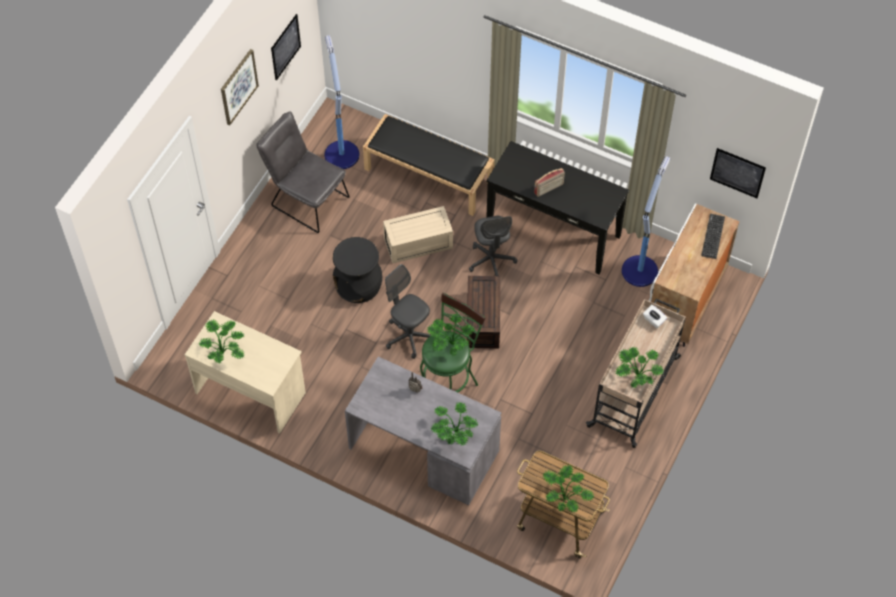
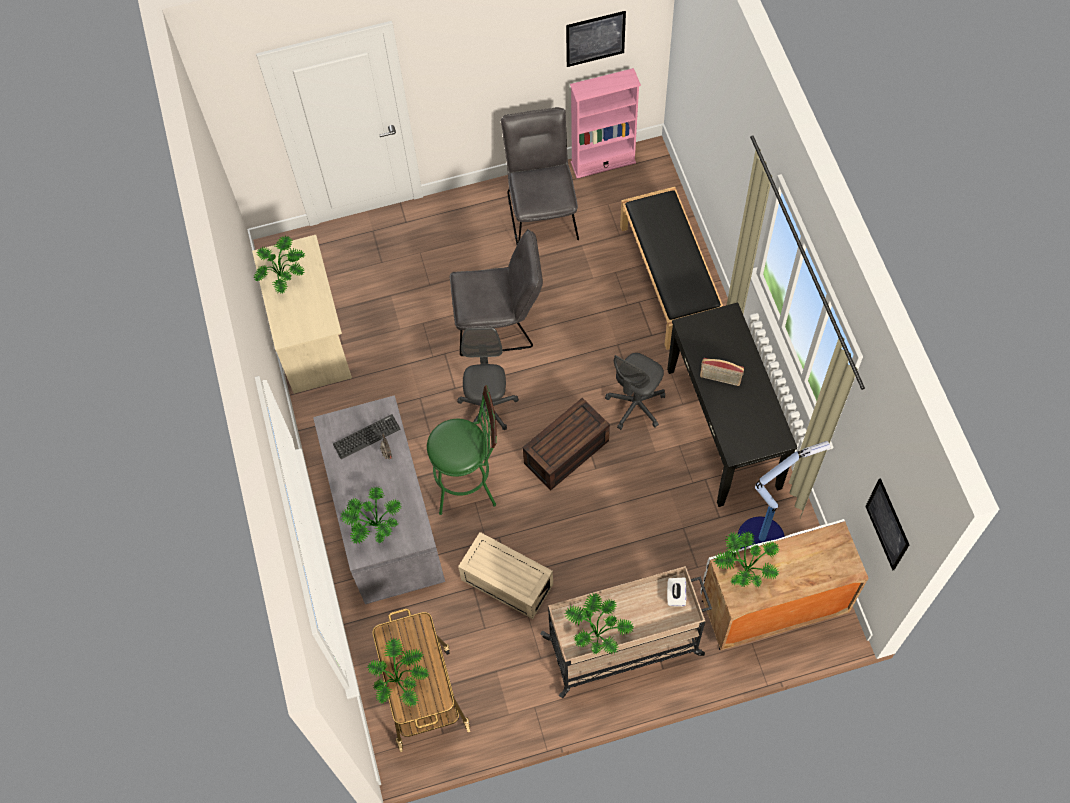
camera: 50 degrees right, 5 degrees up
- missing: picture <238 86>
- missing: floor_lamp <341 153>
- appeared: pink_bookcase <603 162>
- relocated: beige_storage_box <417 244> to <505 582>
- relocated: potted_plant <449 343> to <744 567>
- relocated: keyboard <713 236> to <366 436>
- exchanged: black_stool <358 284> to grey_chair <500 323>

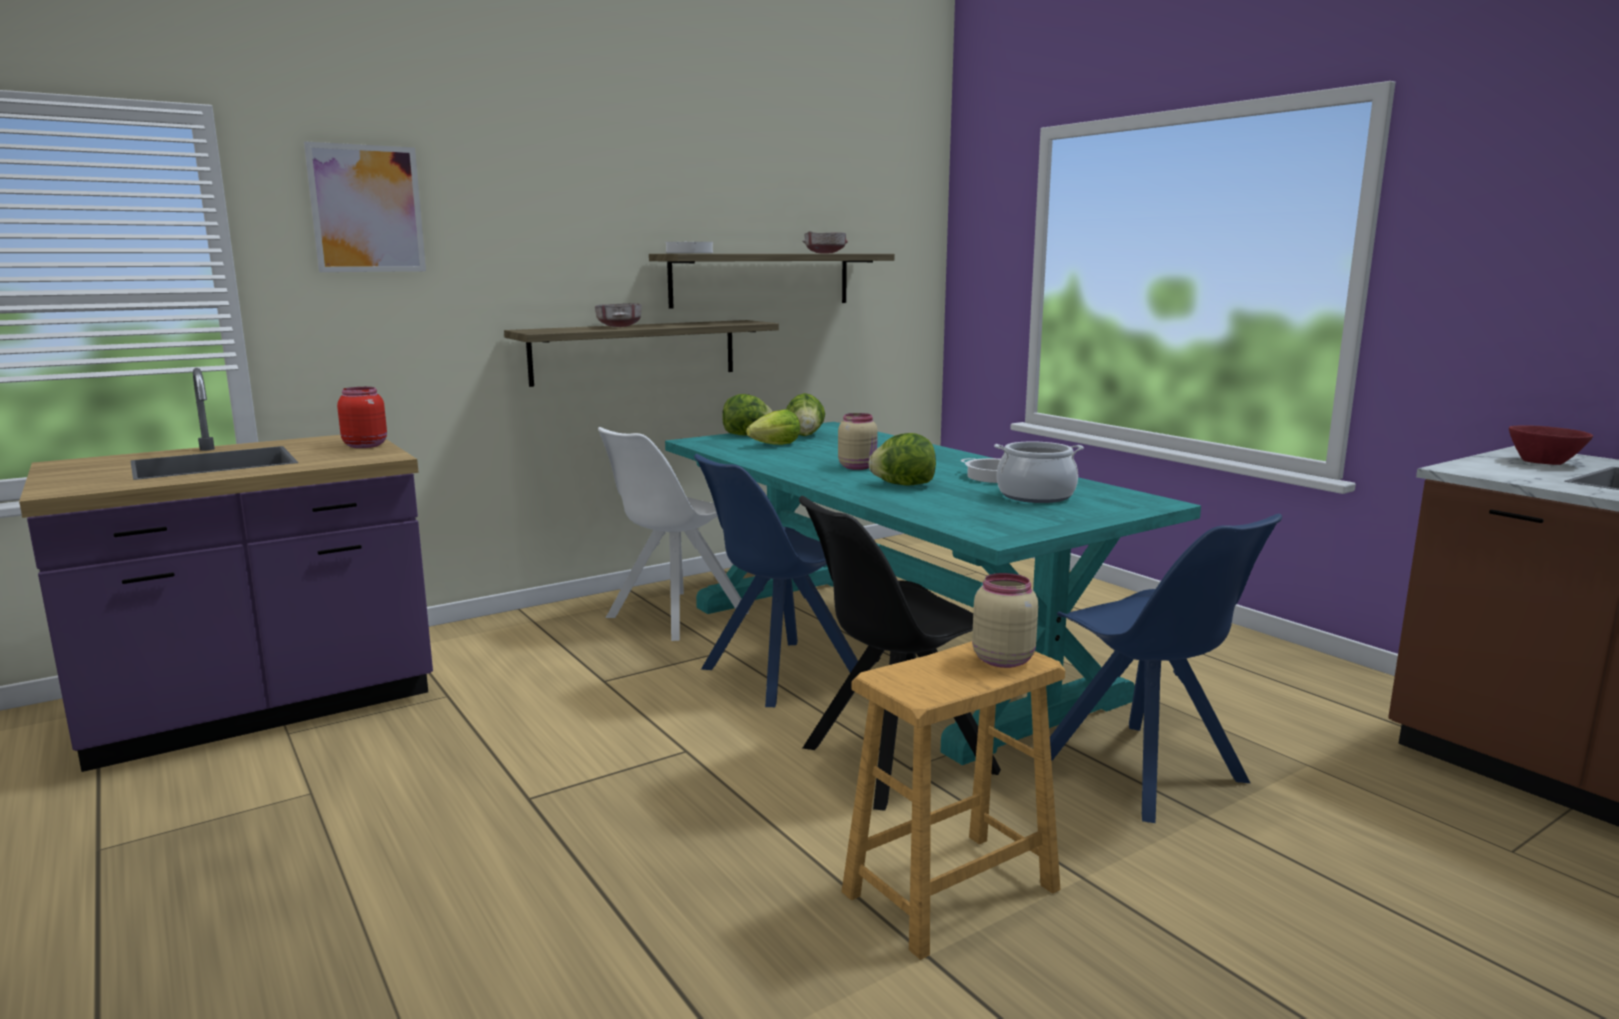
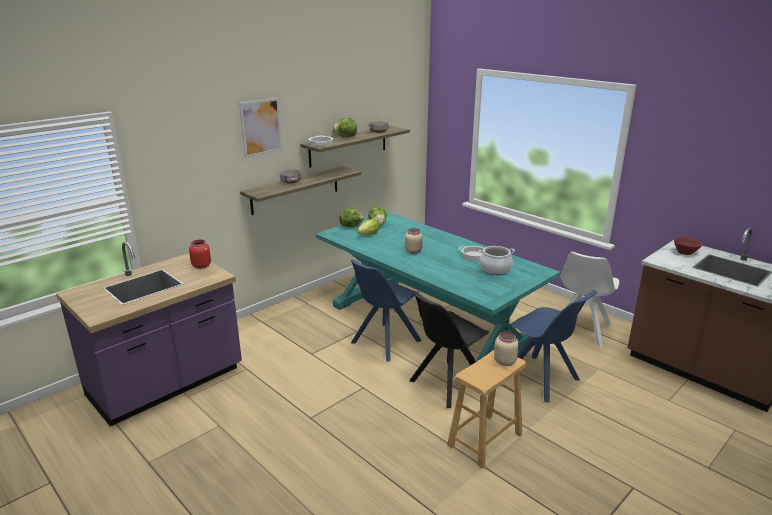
camera: 10 degrees left, 10 degrees up
- relocated: picture <367 209> to <261 127>
- relocated: white_chair <674 616> to <580 330>
- relocated: lettuce <903 485> to <345 137>

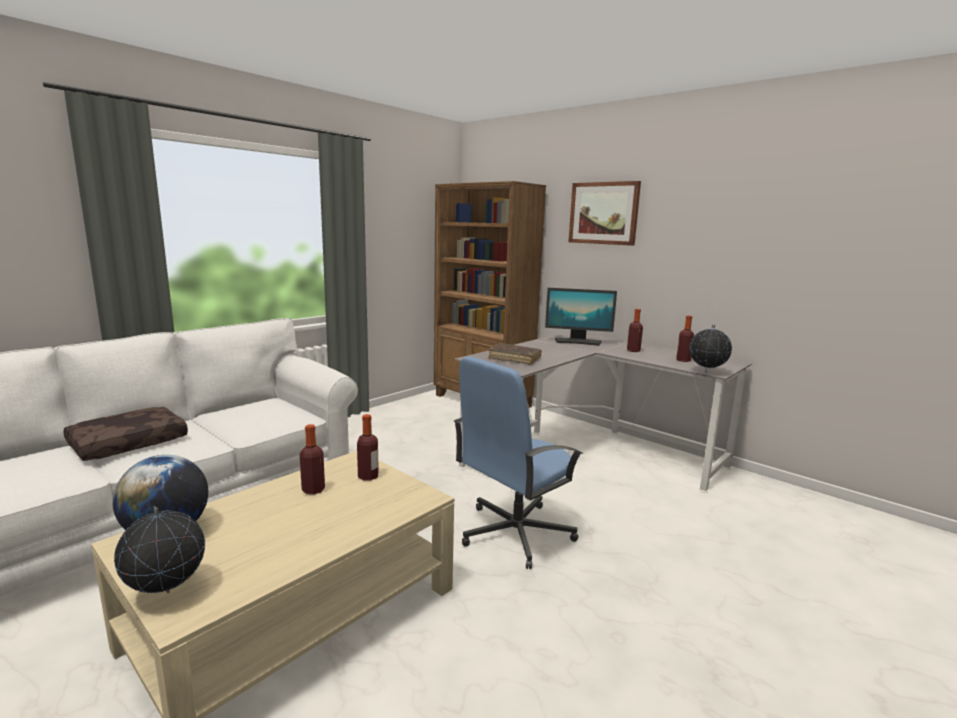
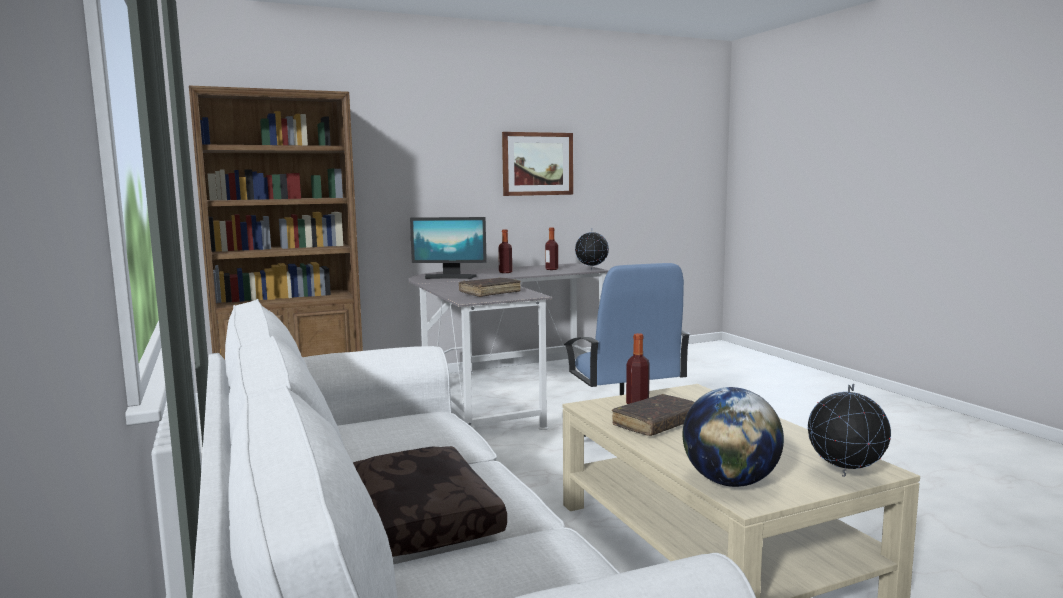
camera: 65 degrees left, 5 degrees down
- relocated: picture <603 213> to <537 164>
- exchanged: bottle <313 490> to brown_book <657 424>
- spun: monitor <577 342> = <450 277> 60 degrees clockwise

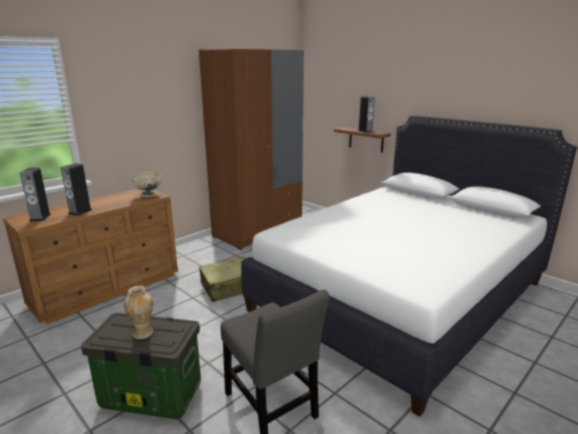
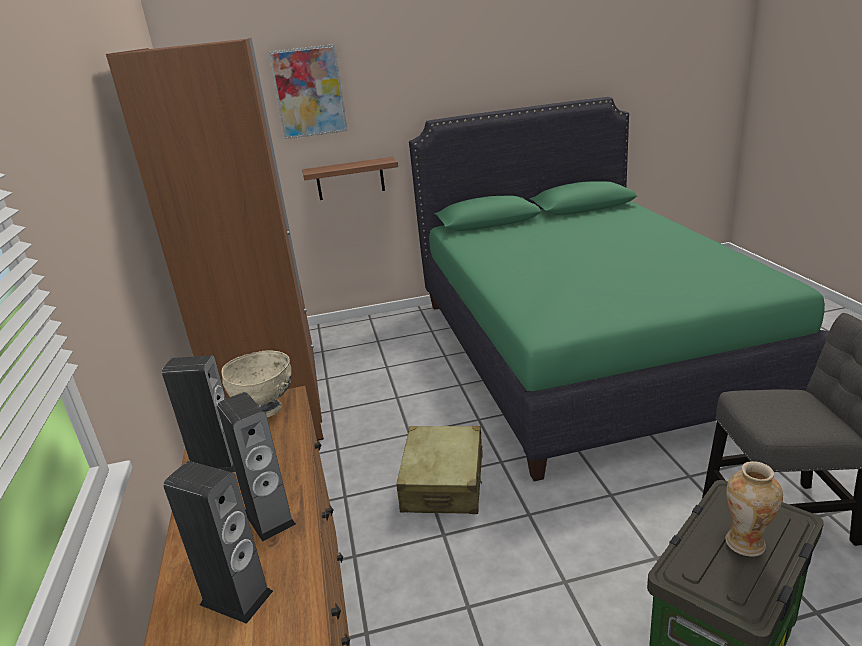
camera: 55 degrees left, 5 degrees up
- appeared: picture <309 92>
- relocated: speaker <365 131> to <217 463>
- colour: white_bed <401 295> to green_bed <584 349>

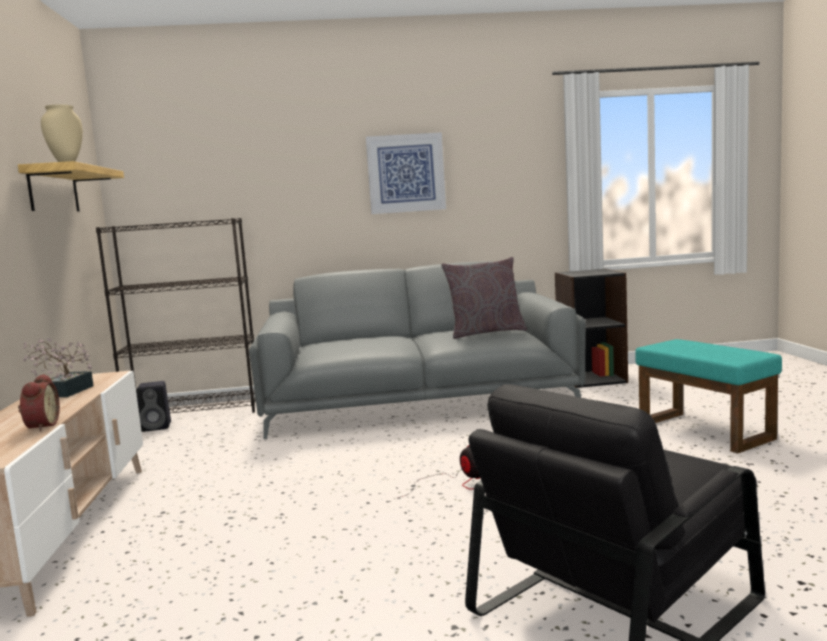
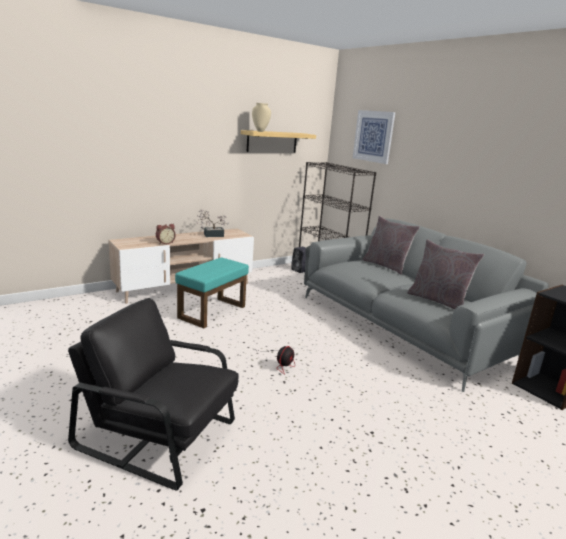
camera: 60 degrees right, 10 degrees up
- appeared: grey_pillow <386 266>
- relocated: picture <406 173> to <373 136>
- relocated: turquoise_ottoman <706 431> to <212 312>

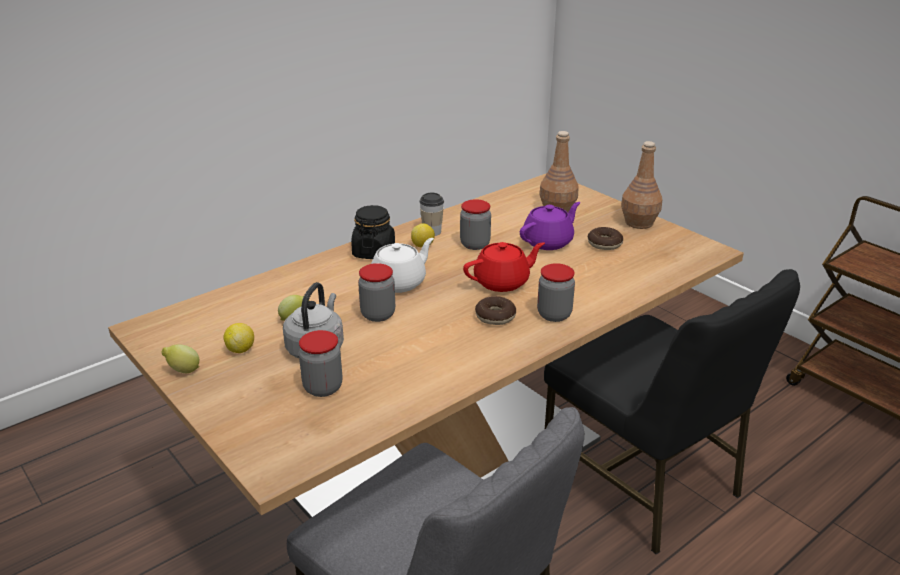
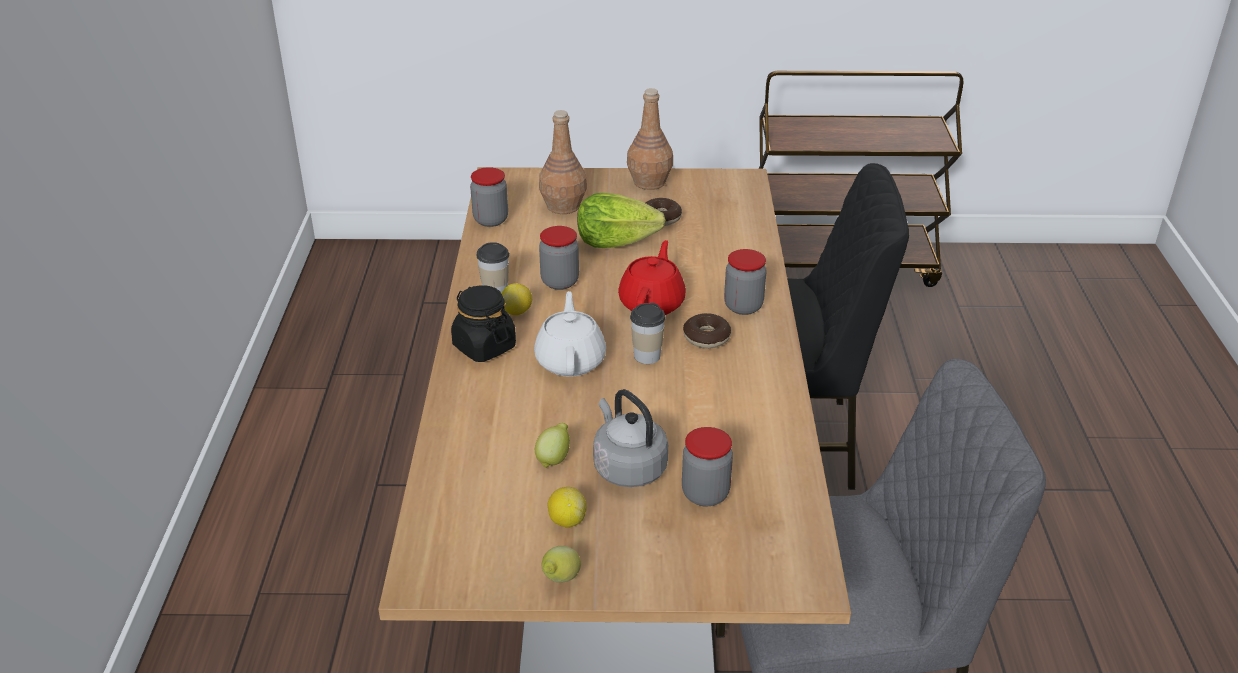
camera: 50 degrees left, 5 degrees up
- appeared: cup <647 356>
- relocated: jar <378 314> to <490 220>
- exchanged: purple_teapot <548 242> to lettuce <615 242>

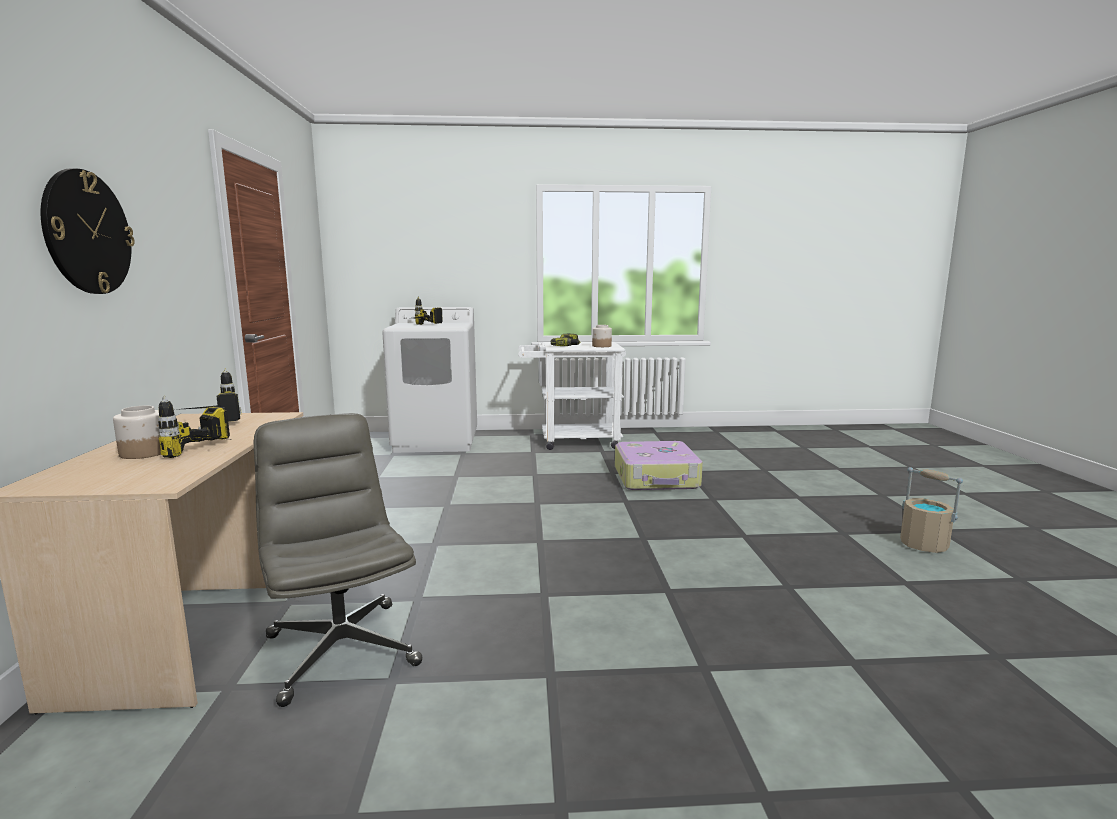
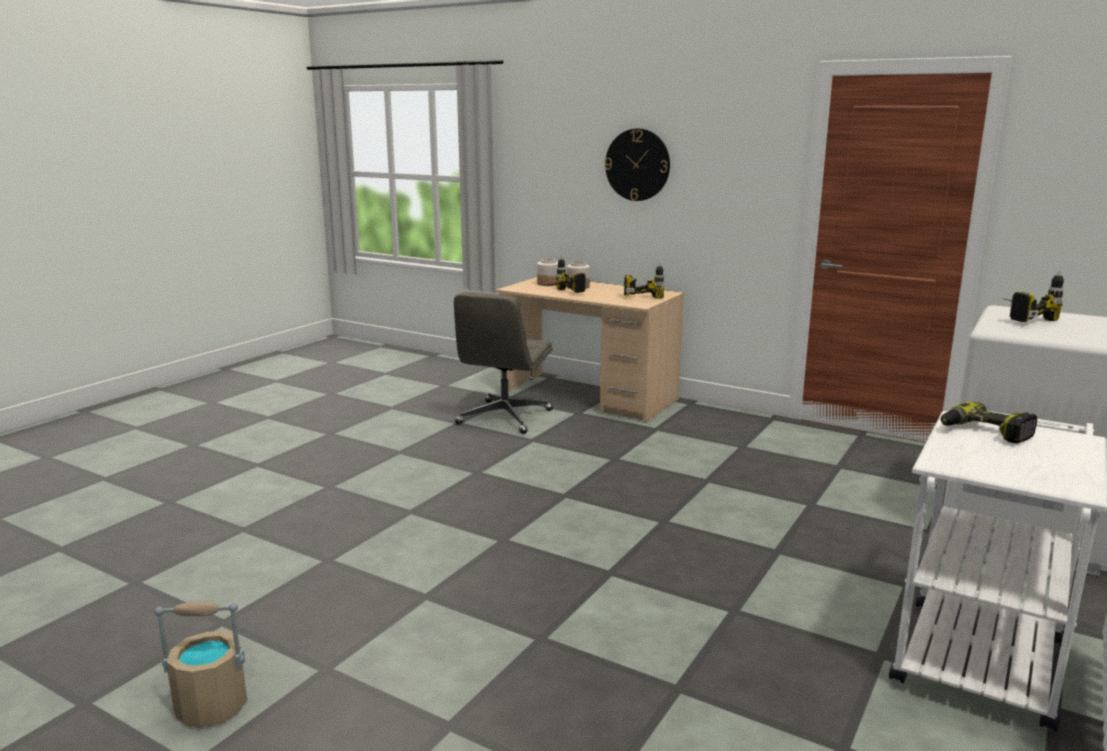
camera: 125 degrees right, 5 degrees up
- missing: suitcase <656 478>
- relocated: jar <601 346> to <548 284>
- spun: grey_office_chair <341 649> = <504 417> 105 degrees clockwise

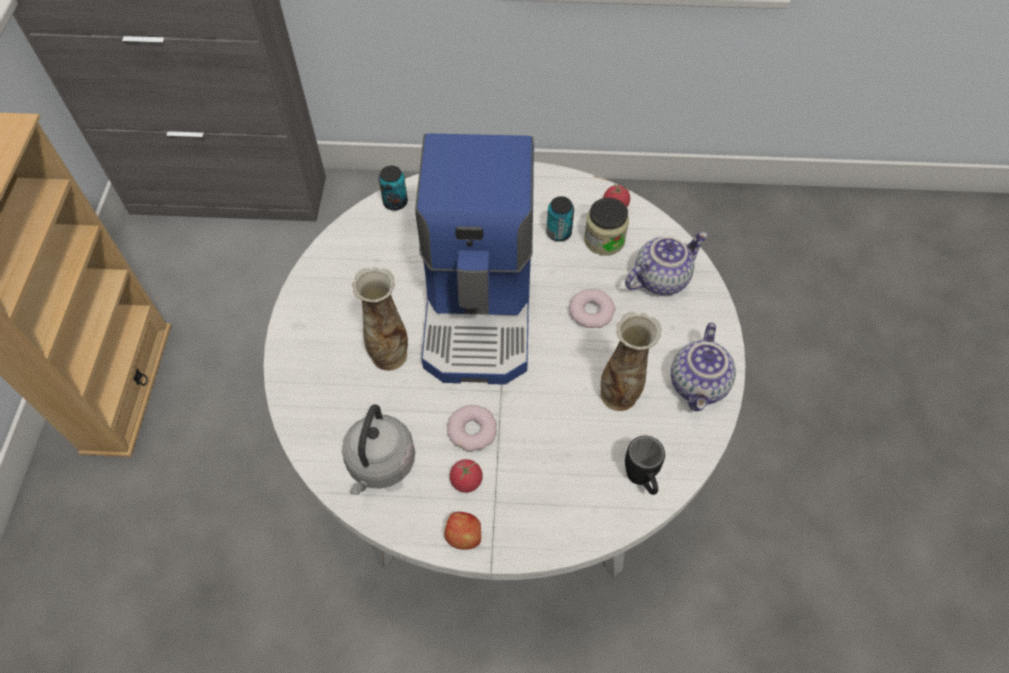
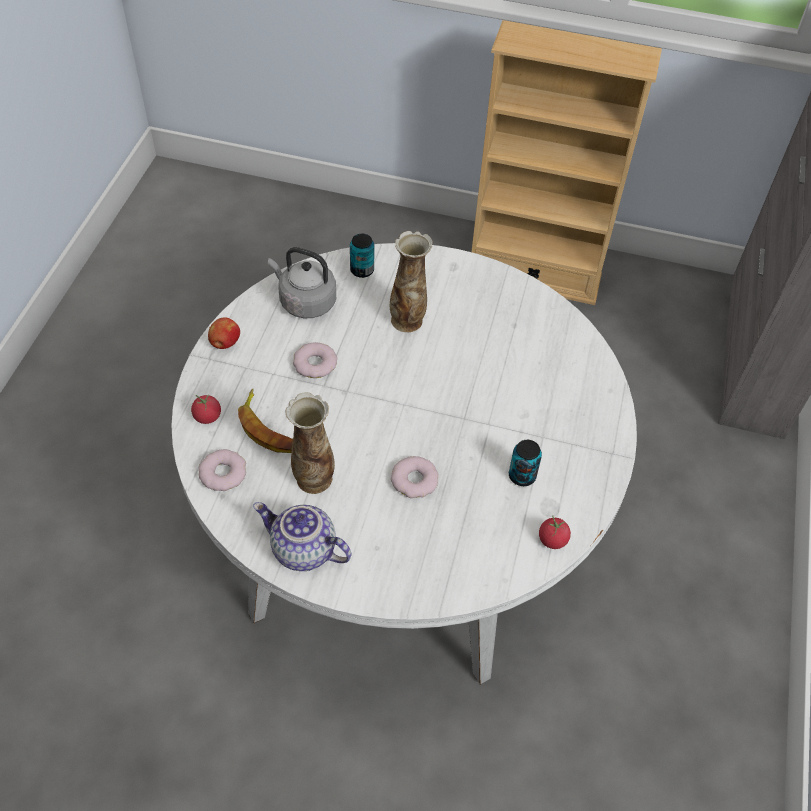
camera: 100 degrees right, 5 degrees down
- missing: coffee_machine <481 305>
- missing: jar <604 240>
- missing: teapot <660 278>
- appeared: banana <269 428>
- relocated: can <395 202> to <362 270>
- relocated: tomato <466 481> to <207 416>
- exchanged: black_mug <641 481> to donut <223 473>

